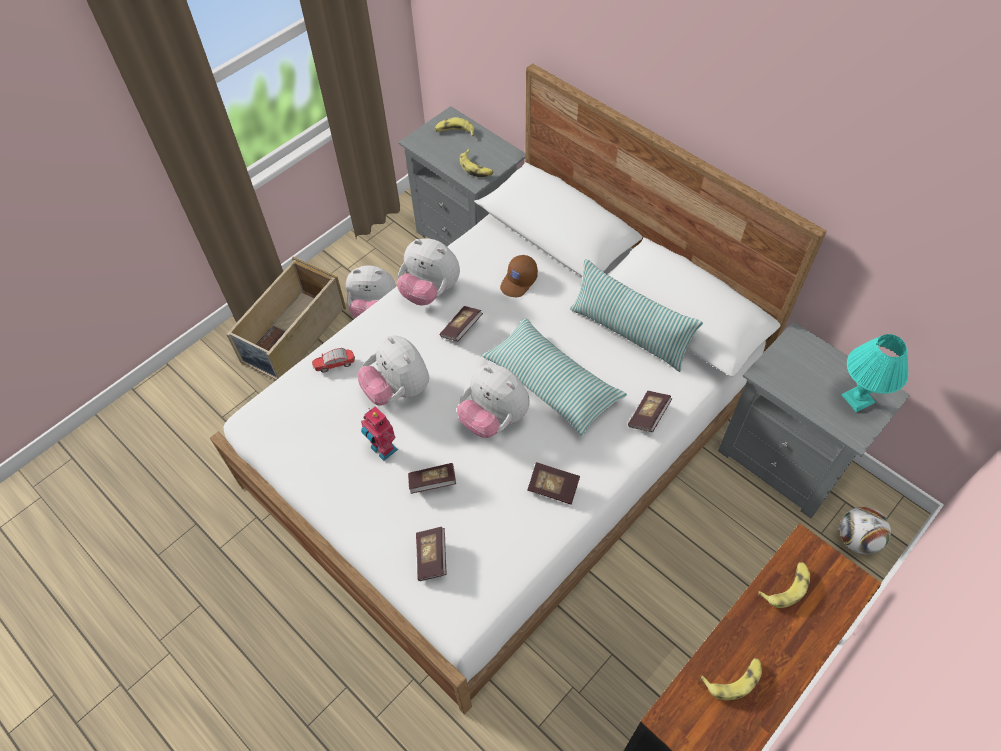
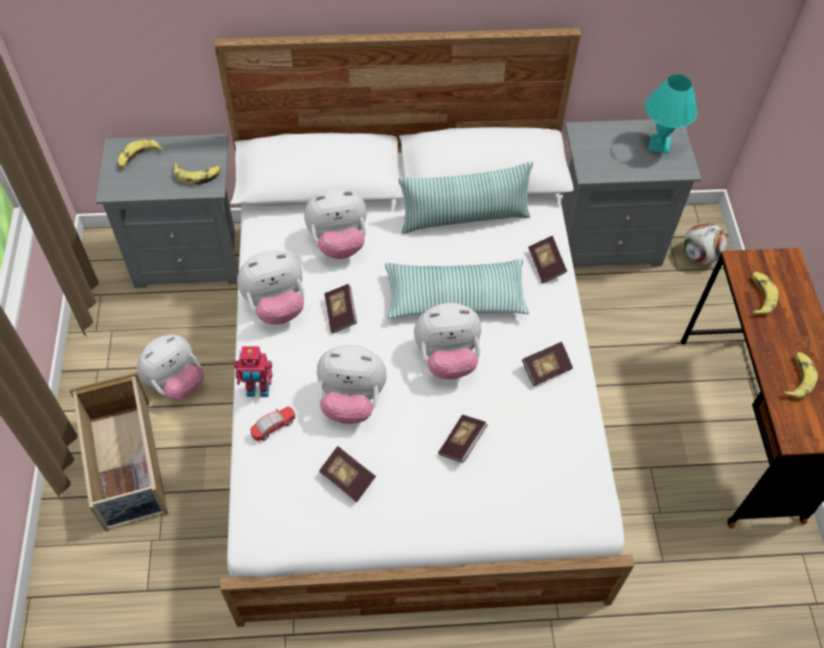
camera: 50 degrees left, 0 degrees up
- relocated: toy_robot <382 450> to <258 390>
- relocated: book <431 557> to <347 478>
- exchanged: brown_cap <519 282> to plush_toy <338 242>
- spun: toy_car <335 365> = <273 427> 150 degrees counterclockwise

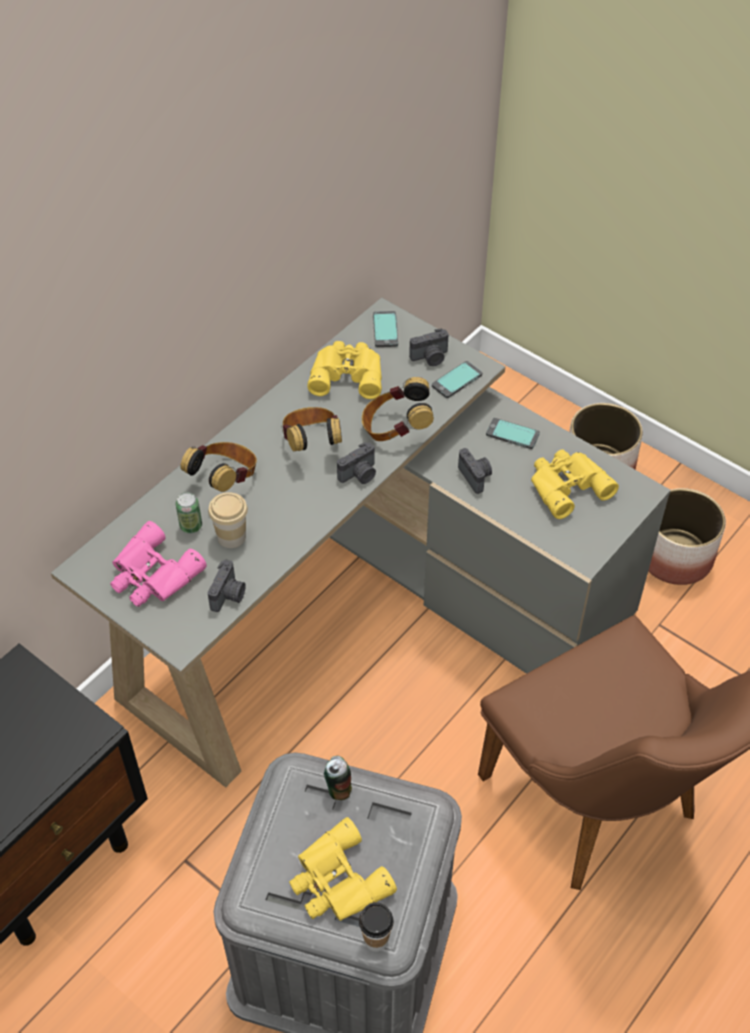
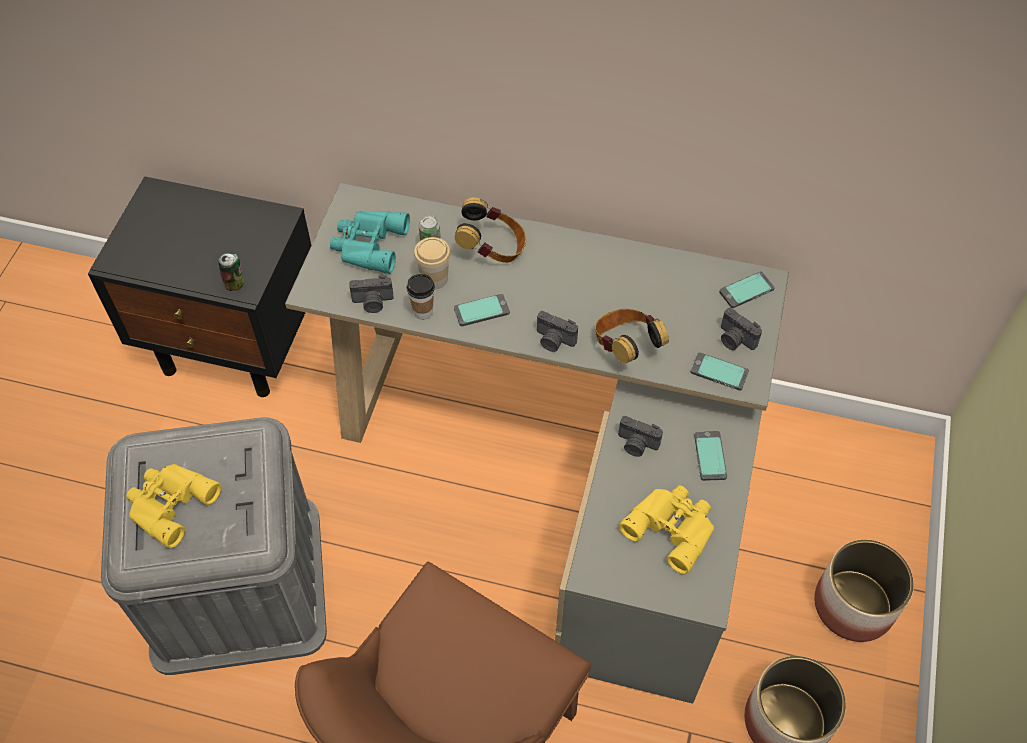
camera: 65 degrees right, 5 degrees up
- missing: headphones <312 443>
- missing: yellow_binoculars <347 374>
- appeared: phone <481 310>
- relocated: can <338 789> to <235 283>
- relocated: cup <376 940> to <423 312>
- colour: pink_binoculars <152 575> to turquoise_binoculars <368 245>
- spun: photo_camera <476 476> = <636 444> 75 degrees clockwise

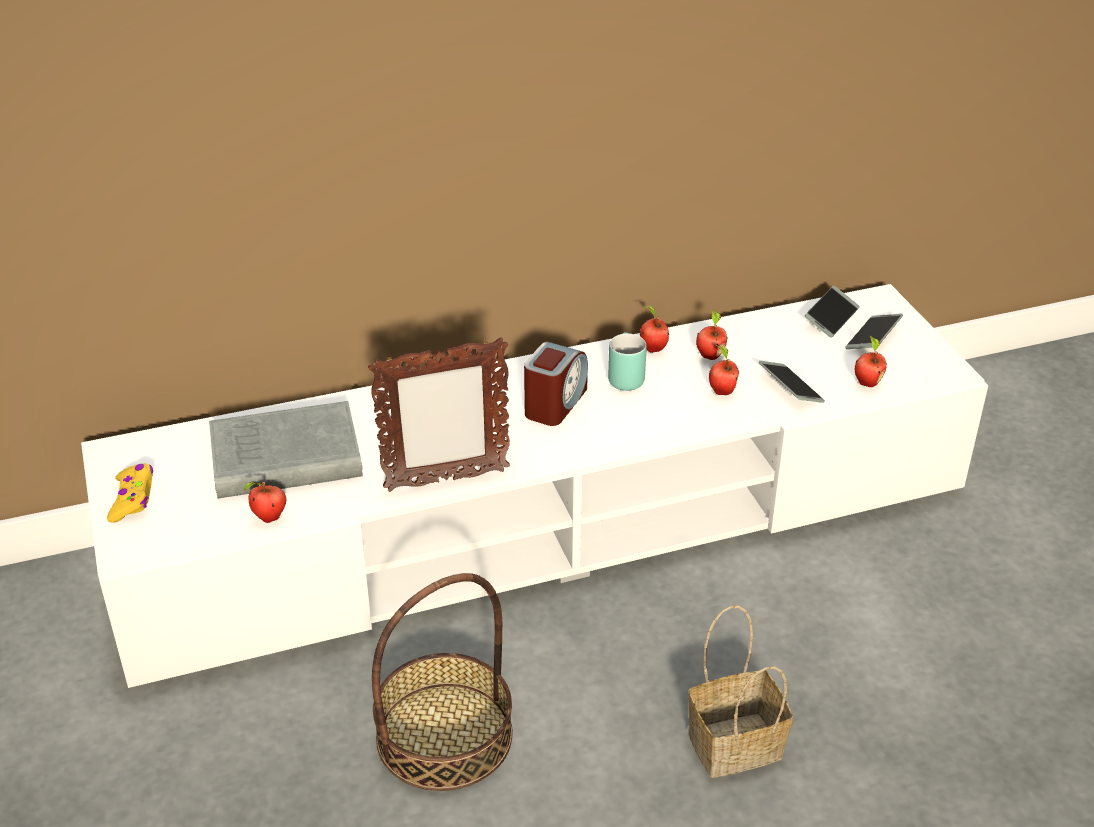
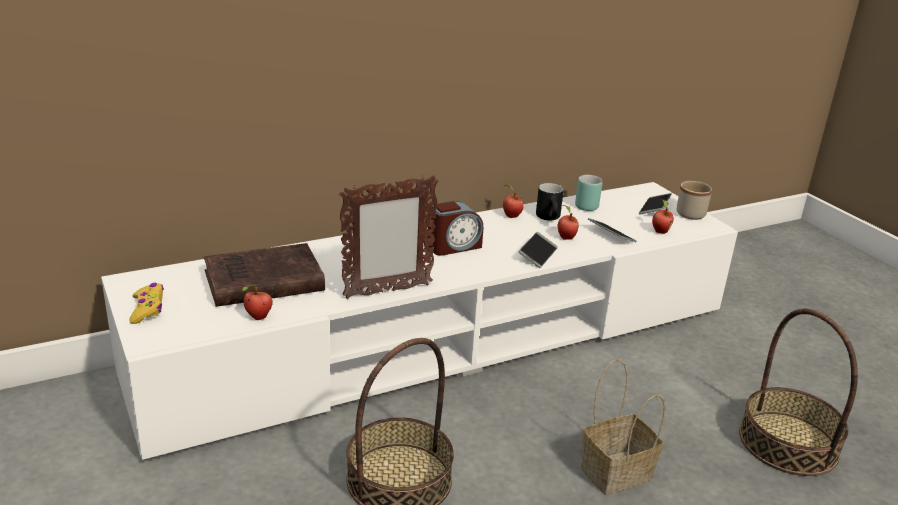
camera: 10 degrees left, 10 degrees down
- appeared: beige_mug <689 212>
- appeared: basket <788 443>
- relocated: turquoise_mug <623 376> to <583 205>
- relocated: phone <831 318> to <537 255>
- exchanged: apple <709 355> to black_mug <550 219>
- colour: grey_book <281 459> to brown_book <260 282>
- spun: alarm_clock <555 403> = <453 246> 45 degrees clockwise

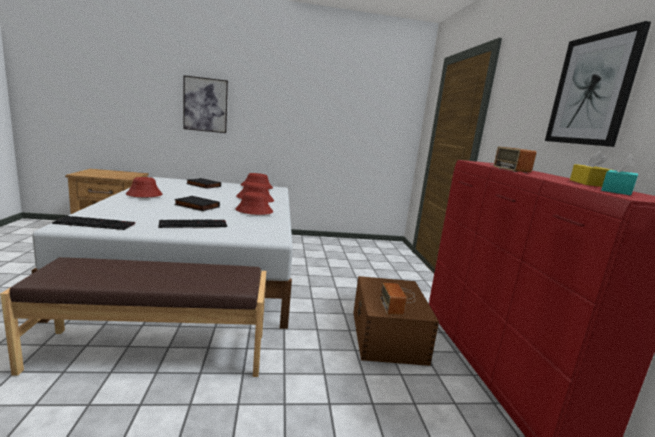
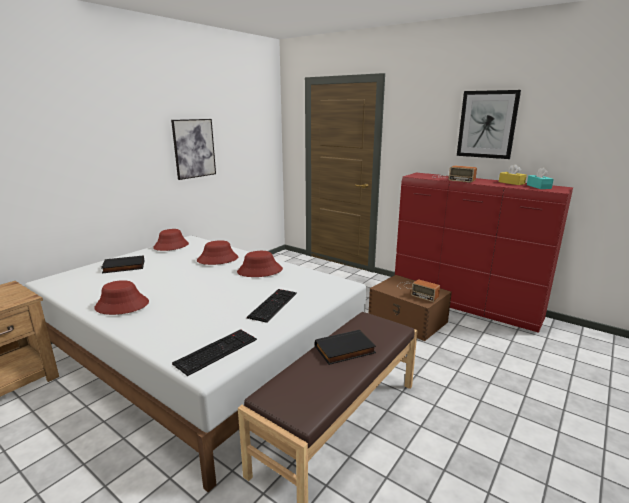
camera: 45 degrees left, 5 degrees up
- relocated: black_book <196 206> to <345 350>
- relocated: picture <205 105> to <194 148>

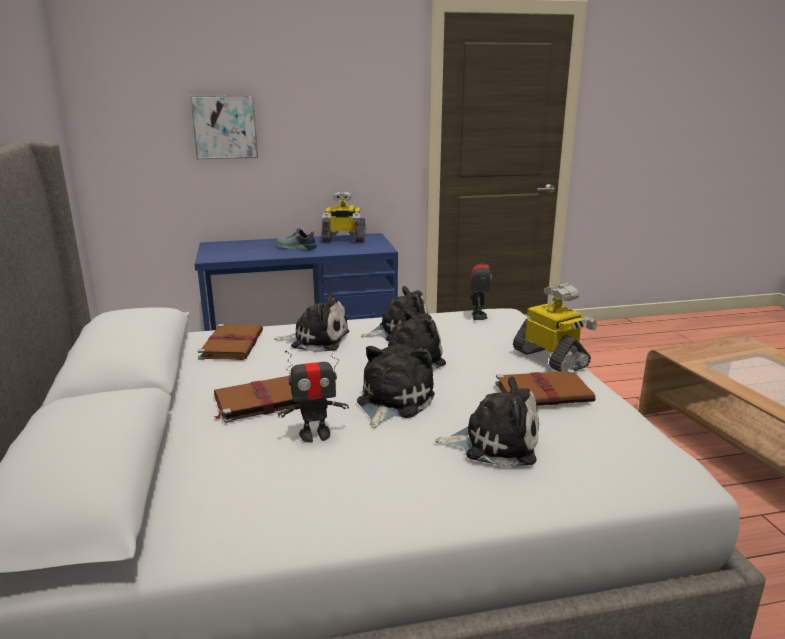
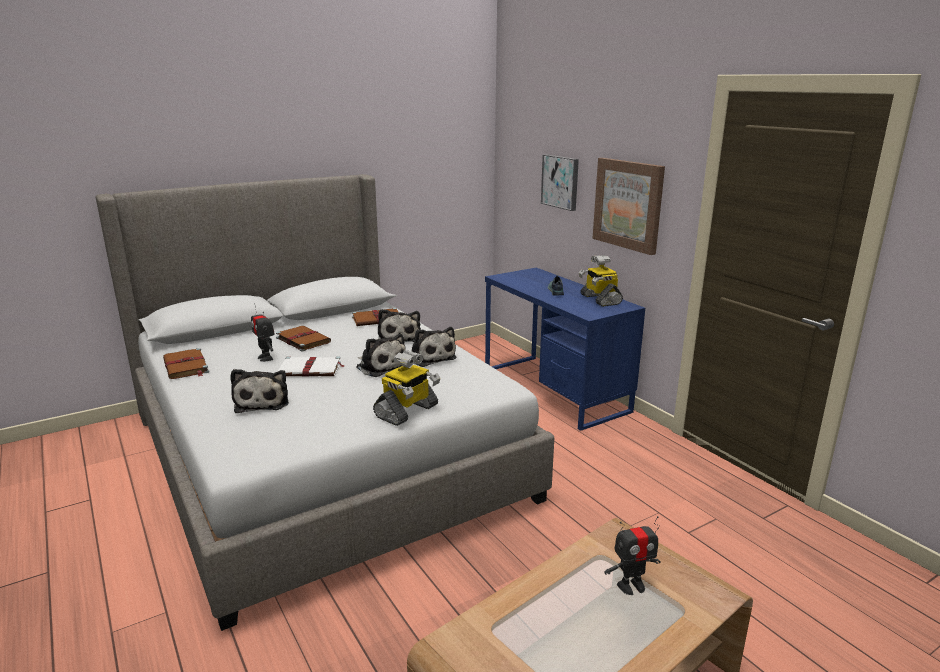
camera: 70 degrees right, 0 degrees up
- appeared: picture <628 204>
- relocated: toy_robot <478 316> to <631 586>
- relocated: brown_book <545 392> to <186 366>
- exchanged: plush_toy <392 402> to white_book <311 369>

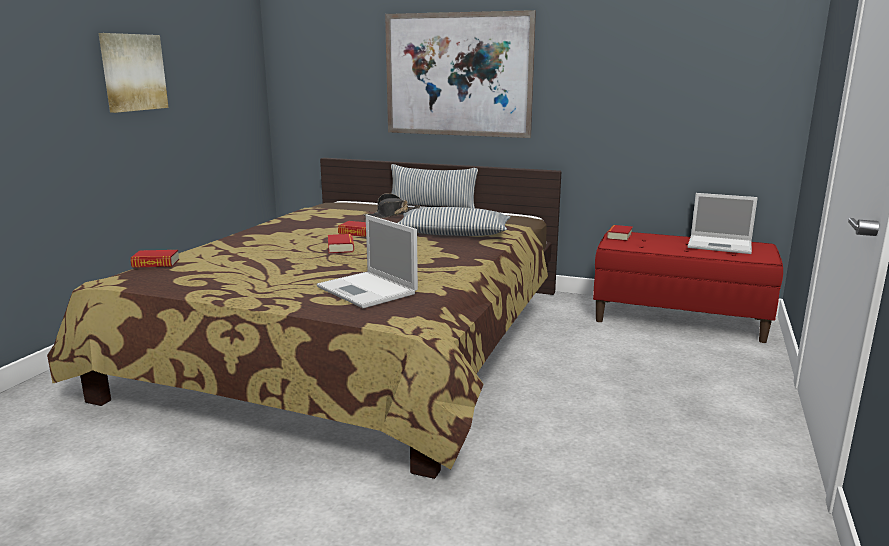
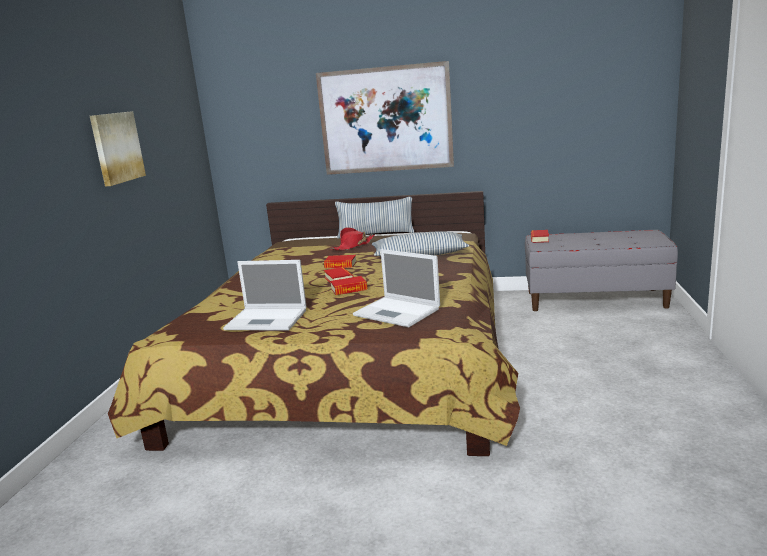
camera: 10 degrees left, 0 degrees up
- relocated: book <156 263> to <349 289>
- relocated: laptop <721 245> to <268 319>
- colour: black_hat <392 215> to red_hat <353 246>
- colour: red_bench <679 319> to grey_bench <595 299>

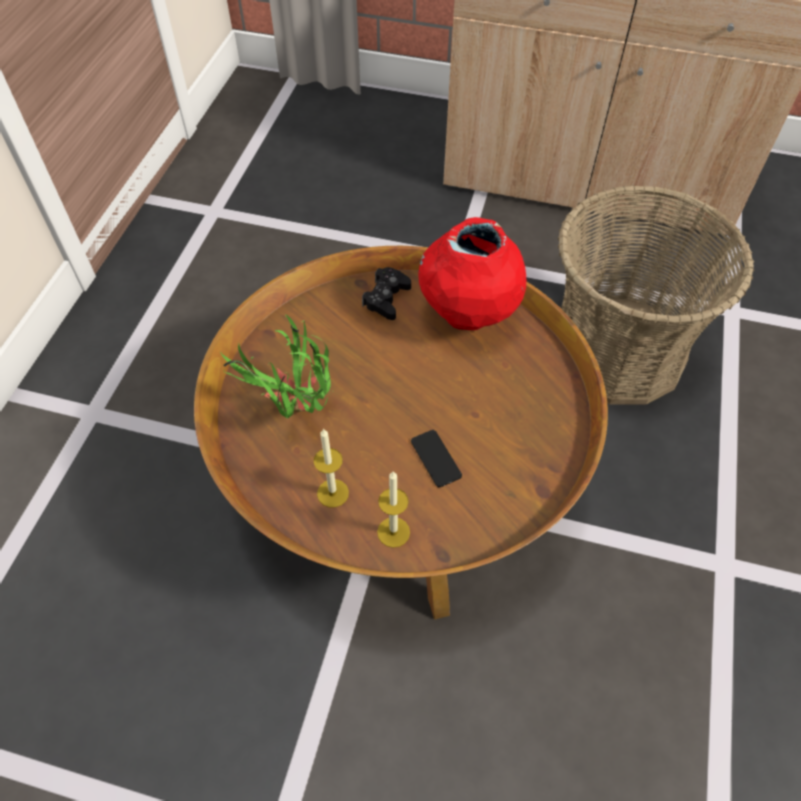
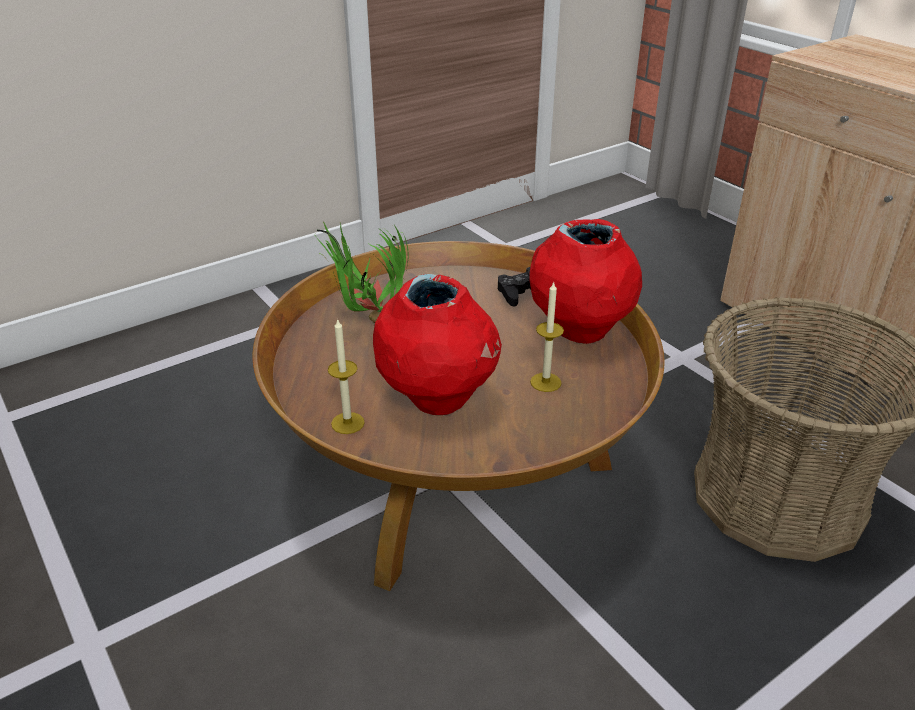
camera: 40 degrees right, 20 degrees down
- relocated: candle <332 493> to <545 382>
- exchanged: phone <436 458> to red_vase <438 400>

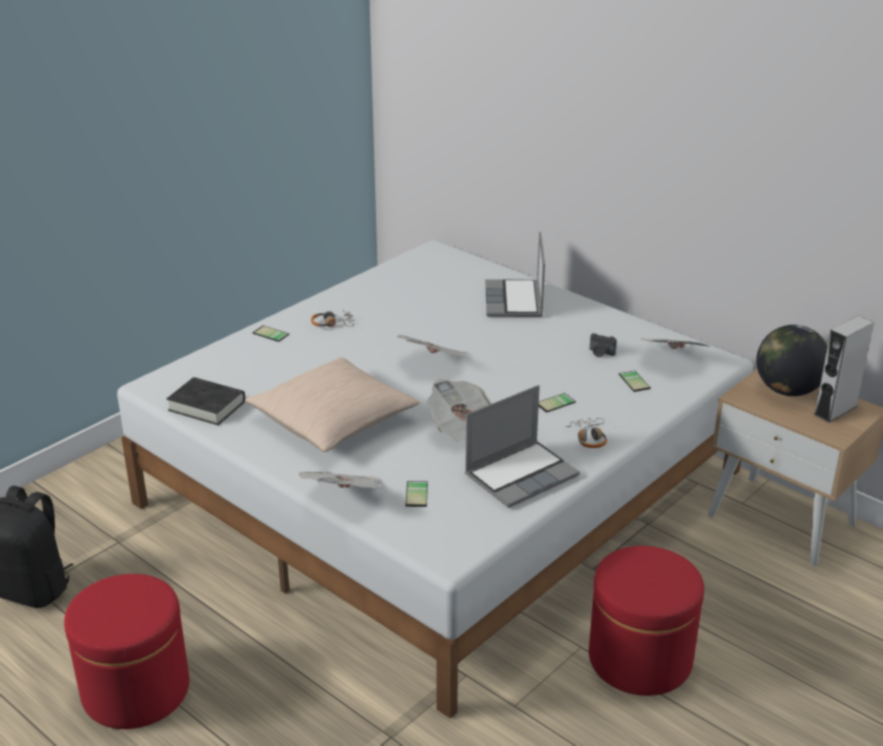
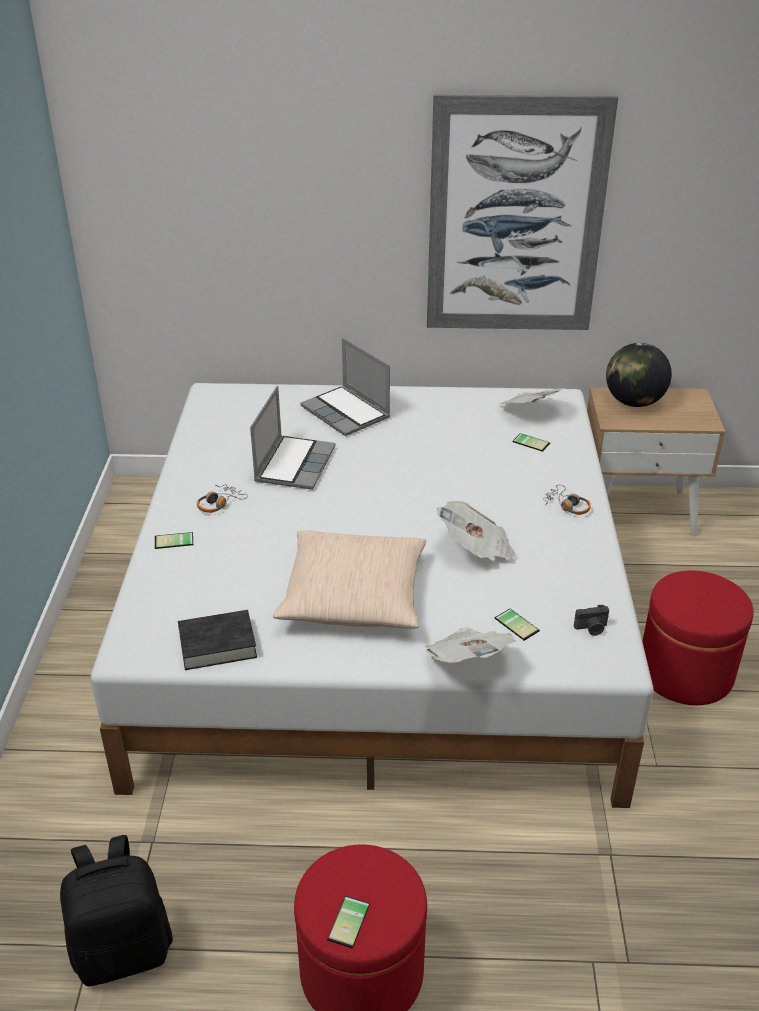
camera: 40 degrees left, 5 degrees up
- missing: newspaper <435 363>
- missing: grey_speaker <835 410>
- appeared: picture <515 218>
- relocated: laptop <521 474> to <294 464>
- relocated: phone <556 404> to <351 923>
- relocated: photo_camera <600 353> to <591 628>

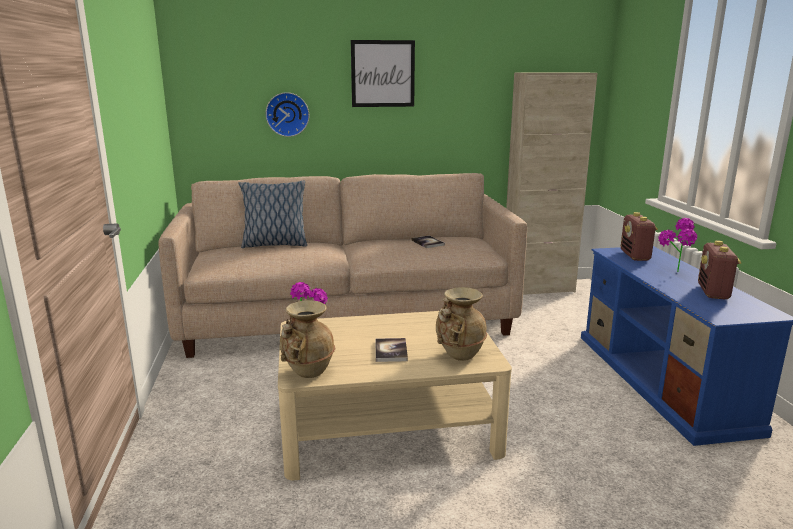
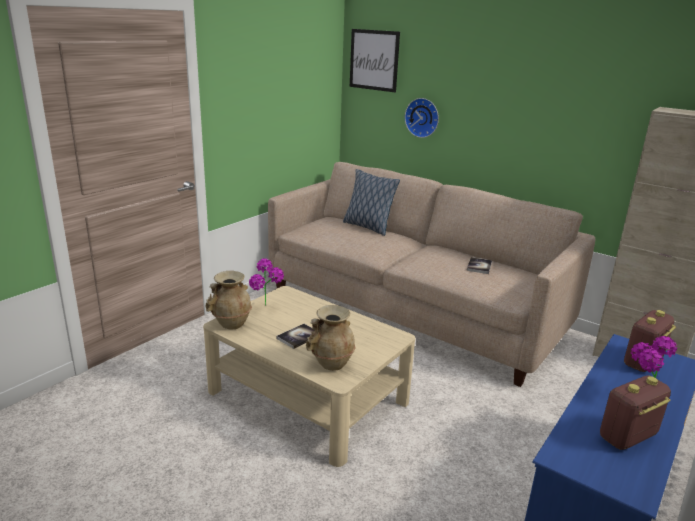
camera: 45 degrees right, 5 degrees up
- relocated: picture <383 74> to <374 60>

